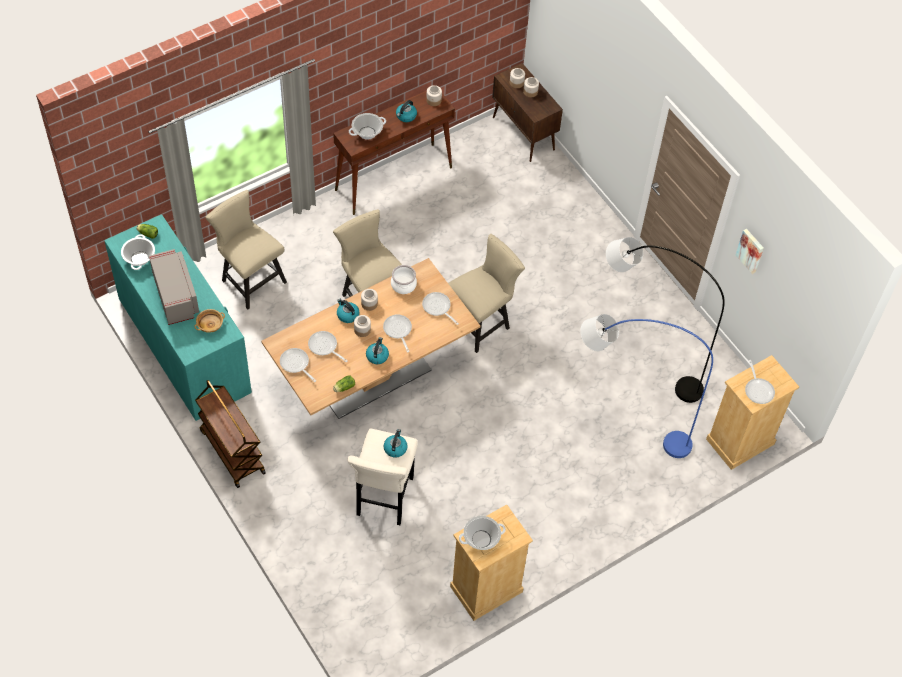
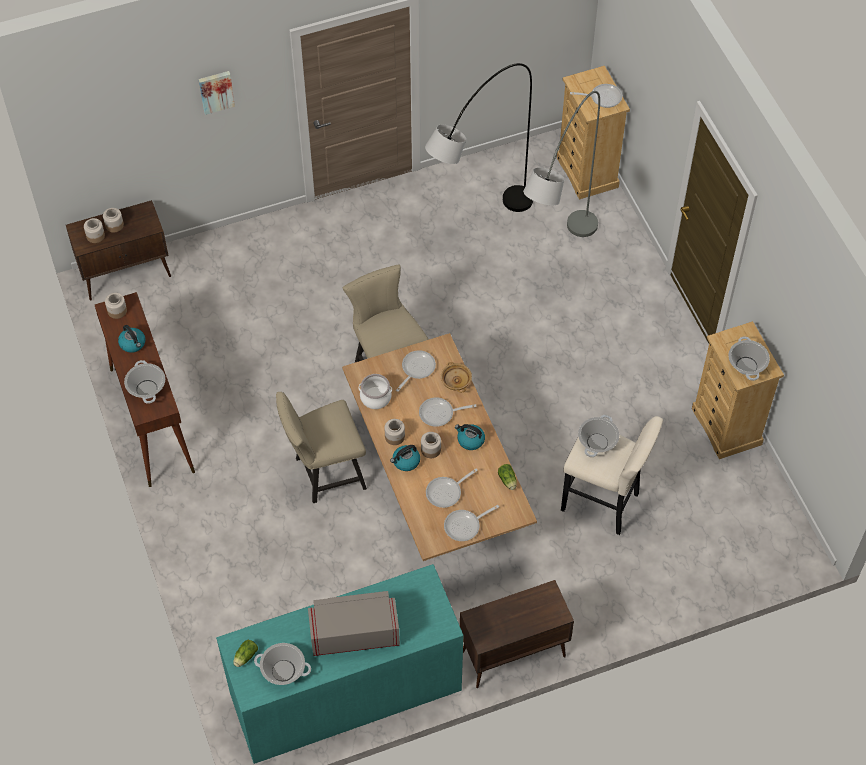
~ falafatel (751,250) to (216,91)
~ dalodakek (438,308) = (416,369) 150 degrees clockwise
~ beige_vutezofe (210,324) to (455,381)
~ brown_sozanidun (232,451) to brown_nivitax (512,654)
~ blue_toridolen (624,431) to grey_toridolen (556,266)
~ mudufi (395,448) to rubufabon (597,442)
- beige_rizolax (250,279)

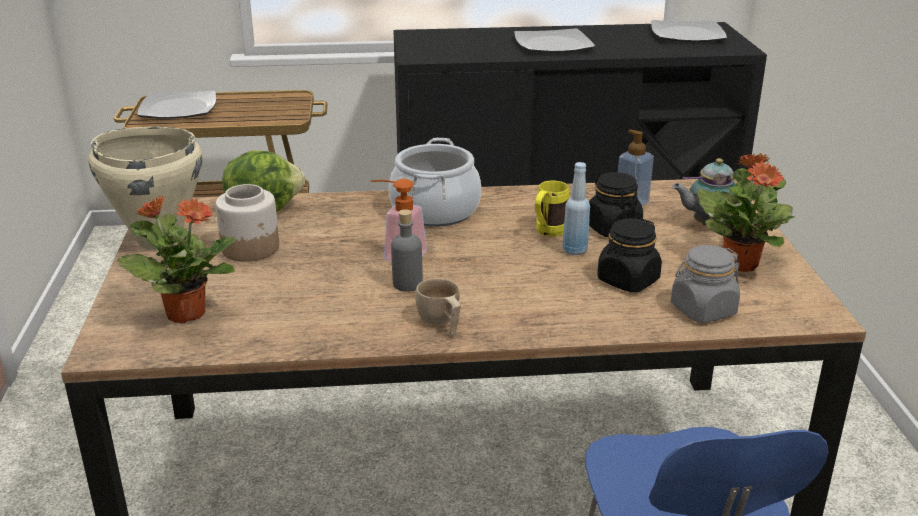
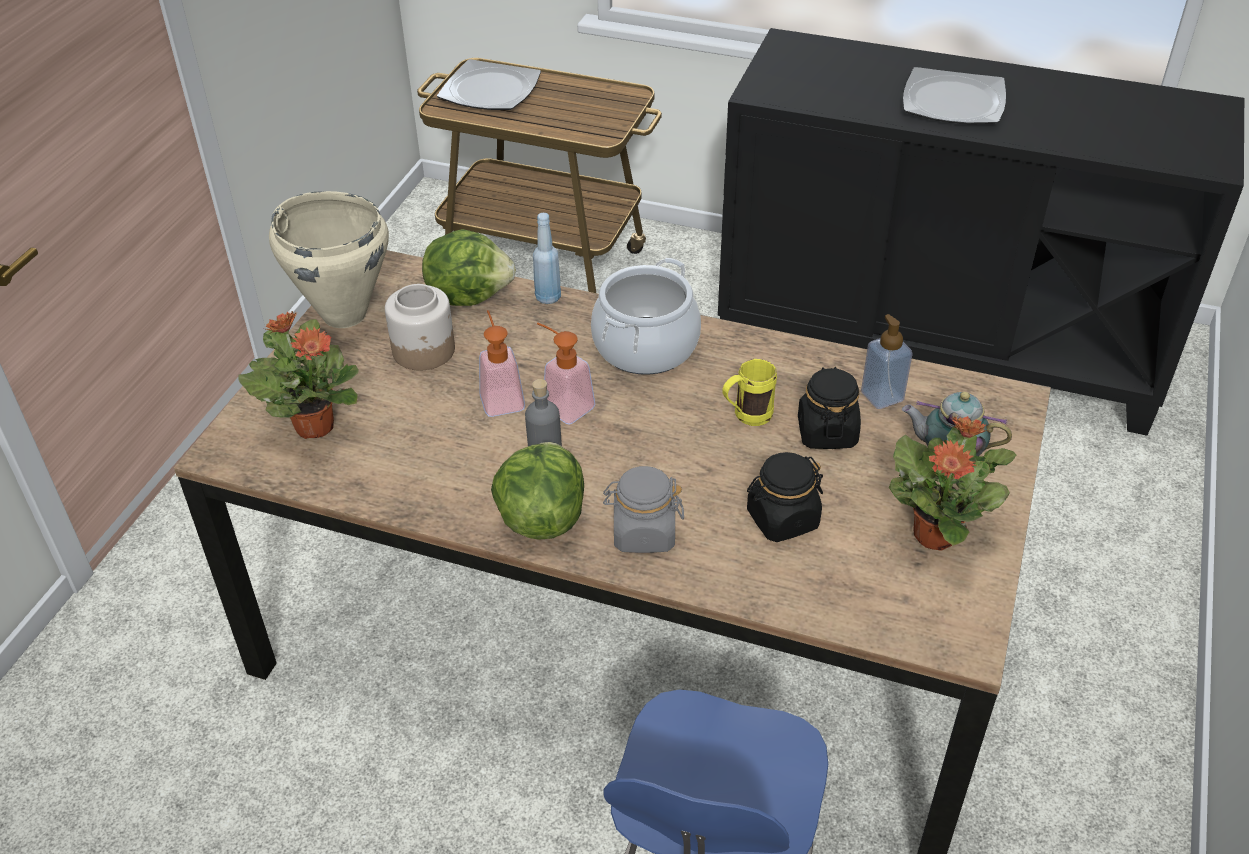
+ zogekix (500,397)
~ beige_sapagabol (440,323) to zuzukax (541,518)
~ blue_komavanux (574,250) to (548,297)
~ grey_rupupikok (702,310) to (643,533)
- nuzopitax (687,35)

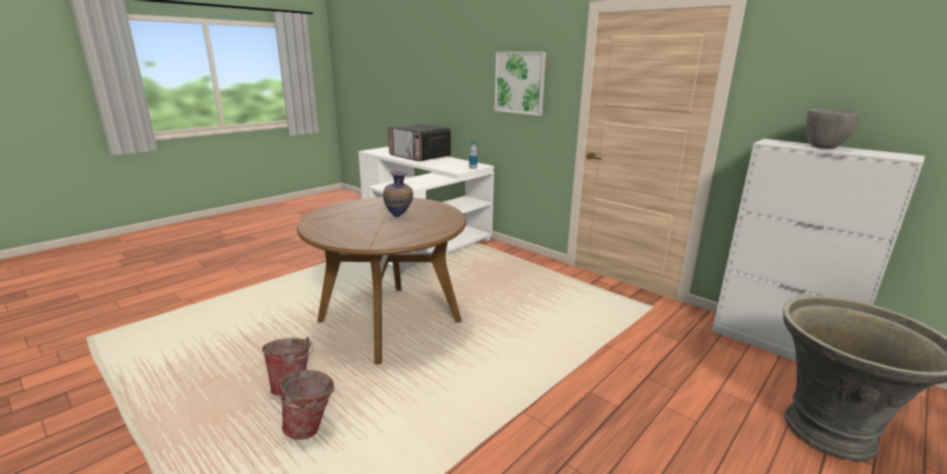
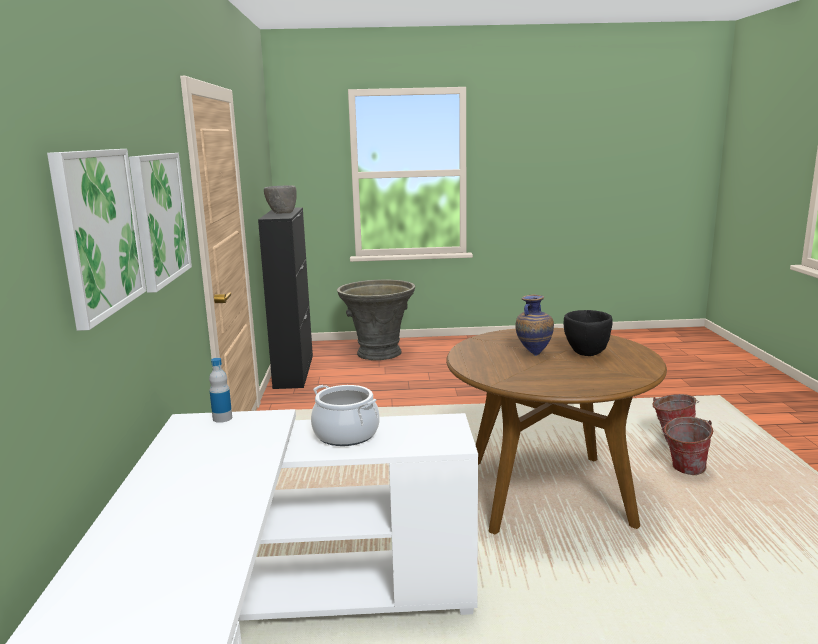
+ falafatel (98,232)
~ white_nivitax (779,346) to black_nivitax (294,371)
+ rubufabon (346,434)
+ black_vutezofe (586,354)
- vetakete (420,157)

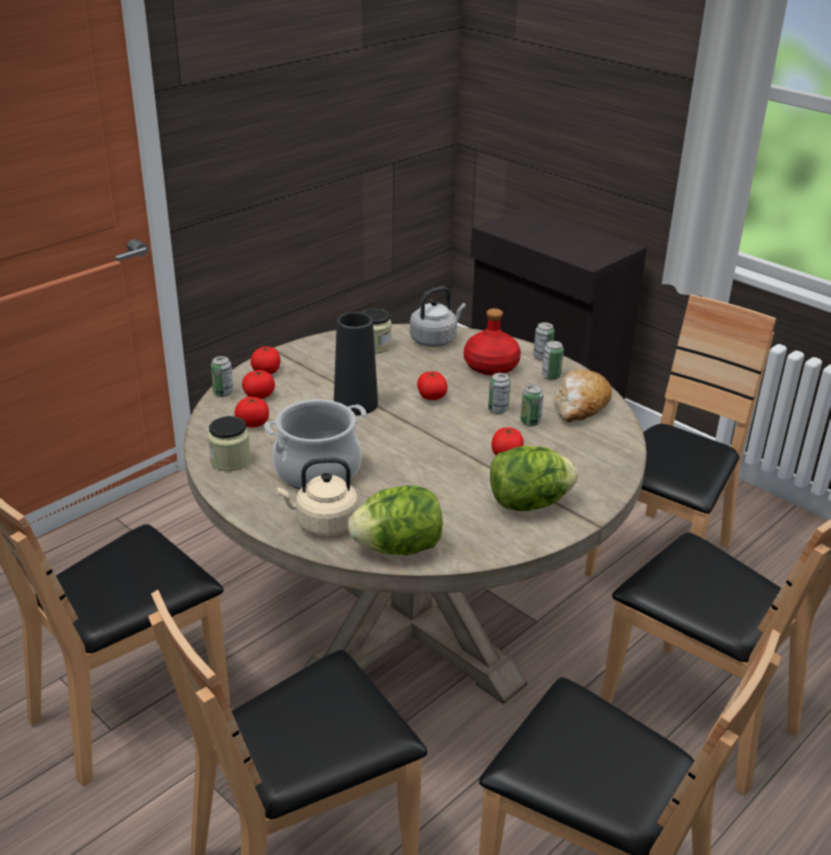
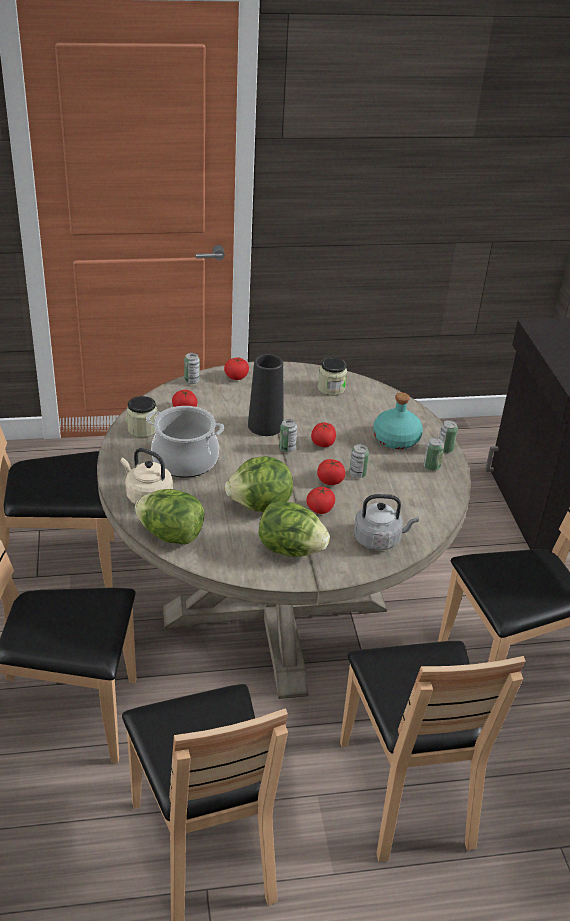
+ zuzukax (260,506)
~ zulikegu (530,422) to (287,448)
~ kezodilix (259,395) to (330,481)
~ grey_mudufi (435,340) to (379,539)
~ red_komavanux (490,366) to turquoise_komavanux (395,439)
- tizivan (580,406)

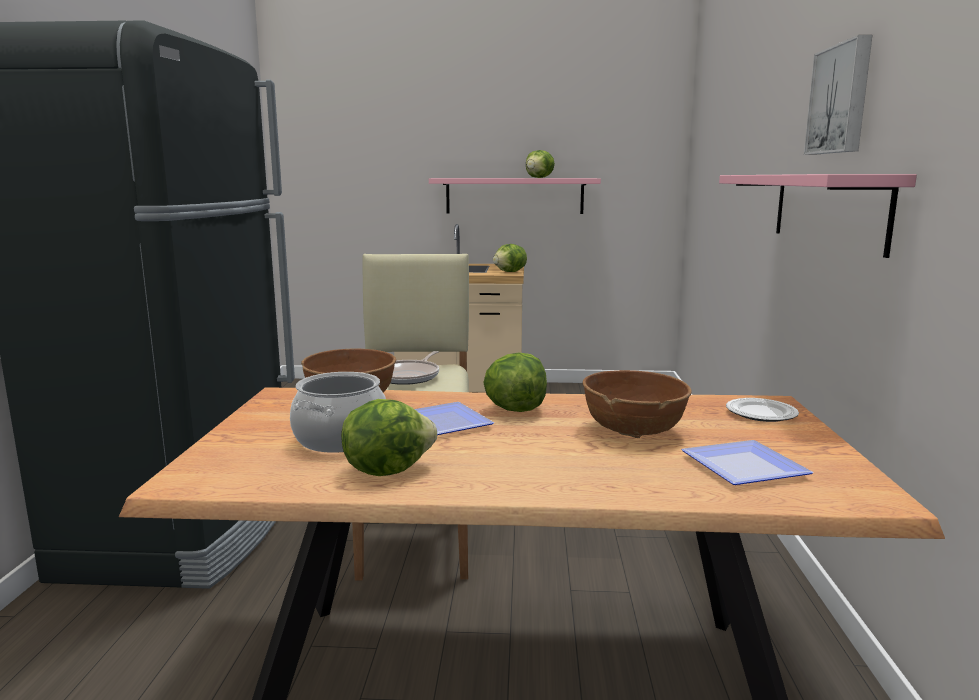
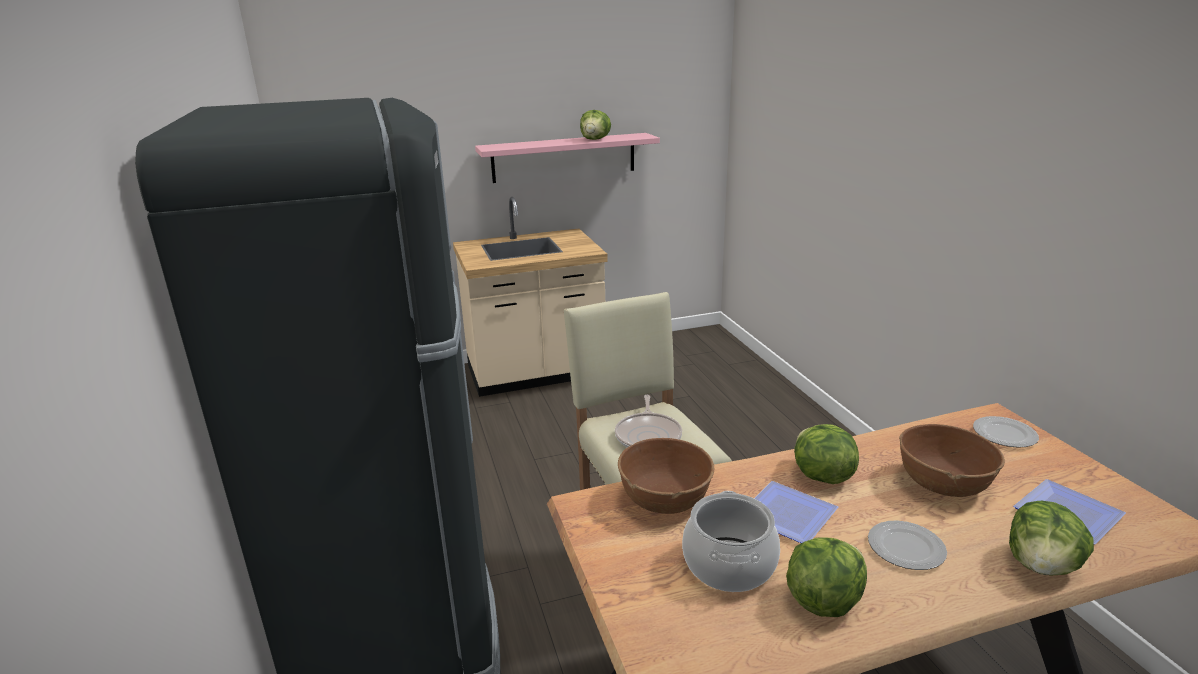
+ nuzopitax (906,548)
~ zuzukax (510,272) to (1042,566)
- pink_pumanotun (827,209)
- falafatel (841,99)

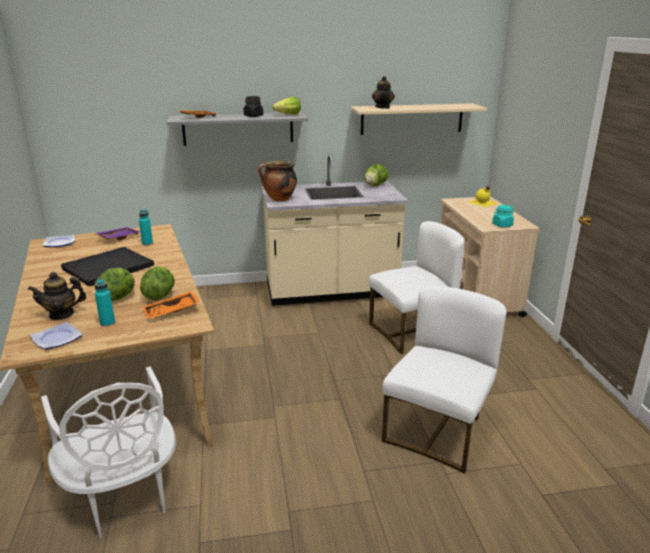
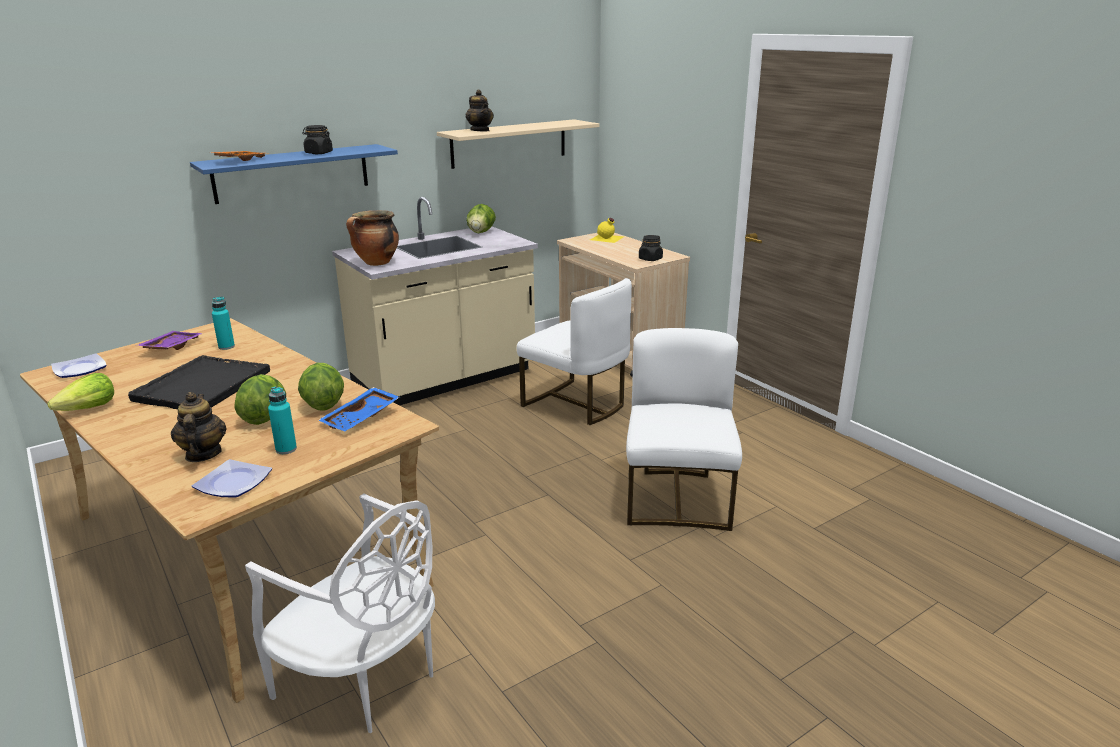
~ zuzukax (288,115) to (89,409)
~ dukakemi (61,314) = (203,454) 120 degrees clockwise
~ grey_pumanotun (238,129) to blue_pumanotun (292,173)
~ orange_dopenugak (171,312) to blue_dopenugak (362,418)
~ white_rizolax (412,332) = (576,404) 90 degrees clockwise
~ turquoise_rupupikok (502,225) to black_rupupikok (650,259)

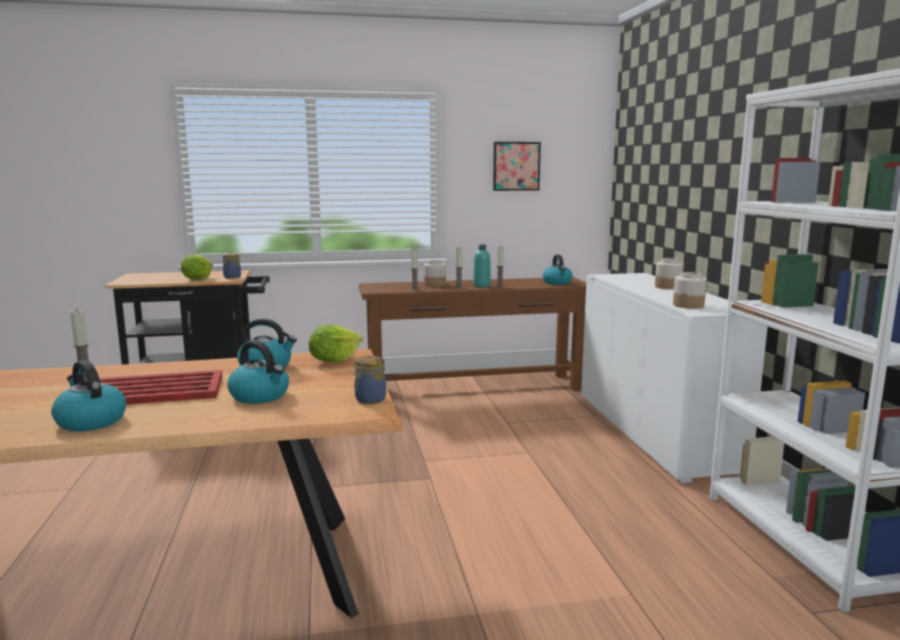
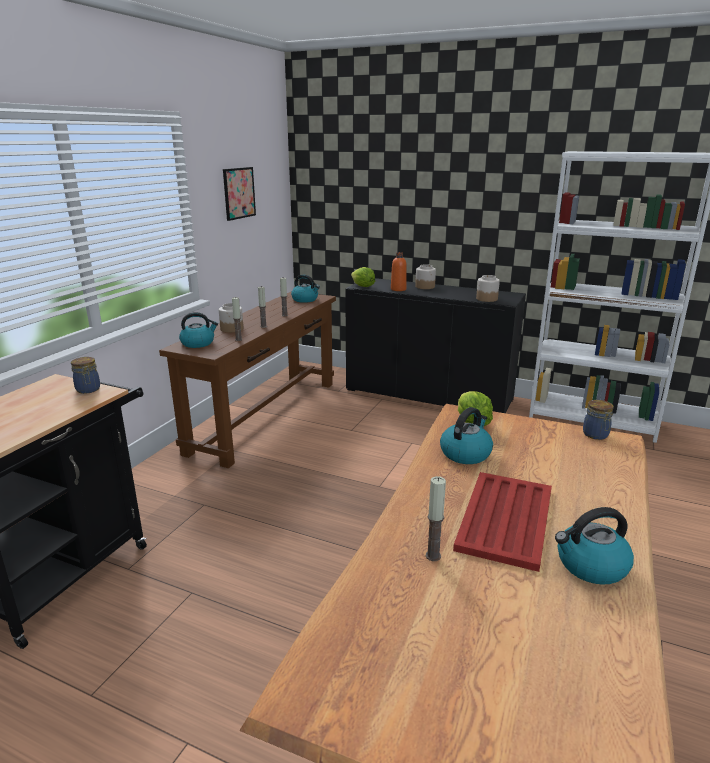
~ mudufi (260,396) to (198,343)
~ white_nivitax (653,432) to black_nivitax (428,394)
~ zuzukax (197,279) to (363,286)
+ orange_komavanux (398,289)
- turquoise_komavanux (481,285)

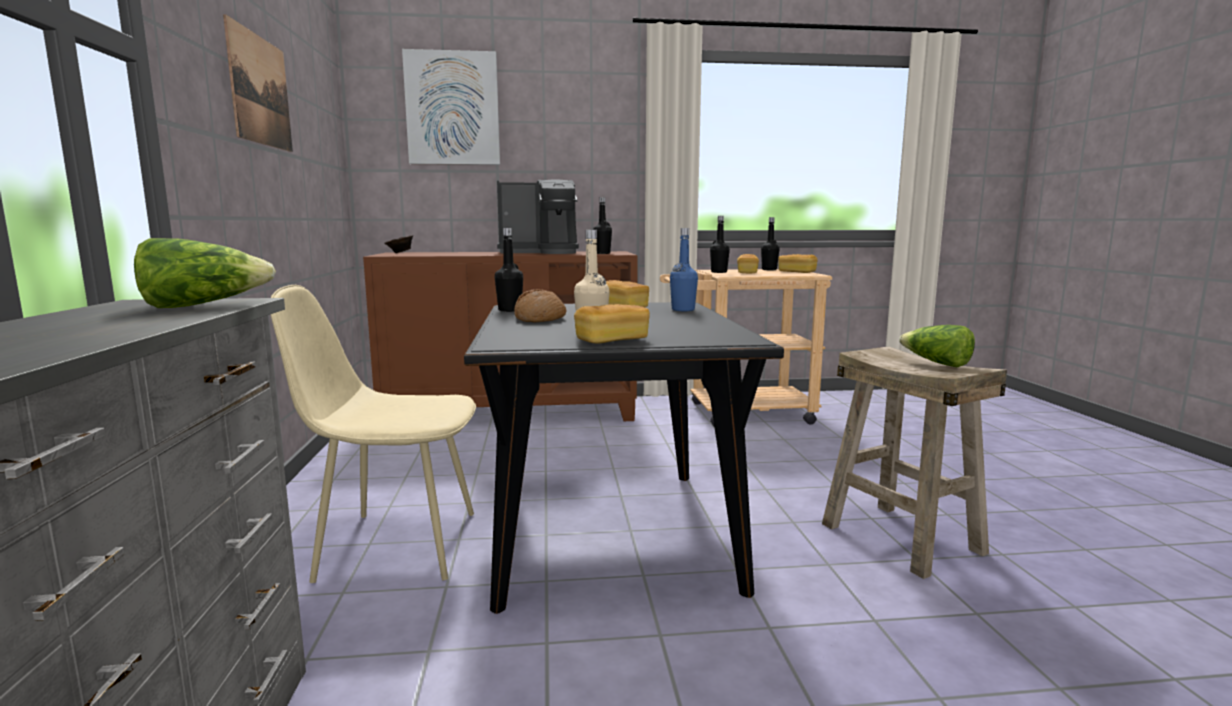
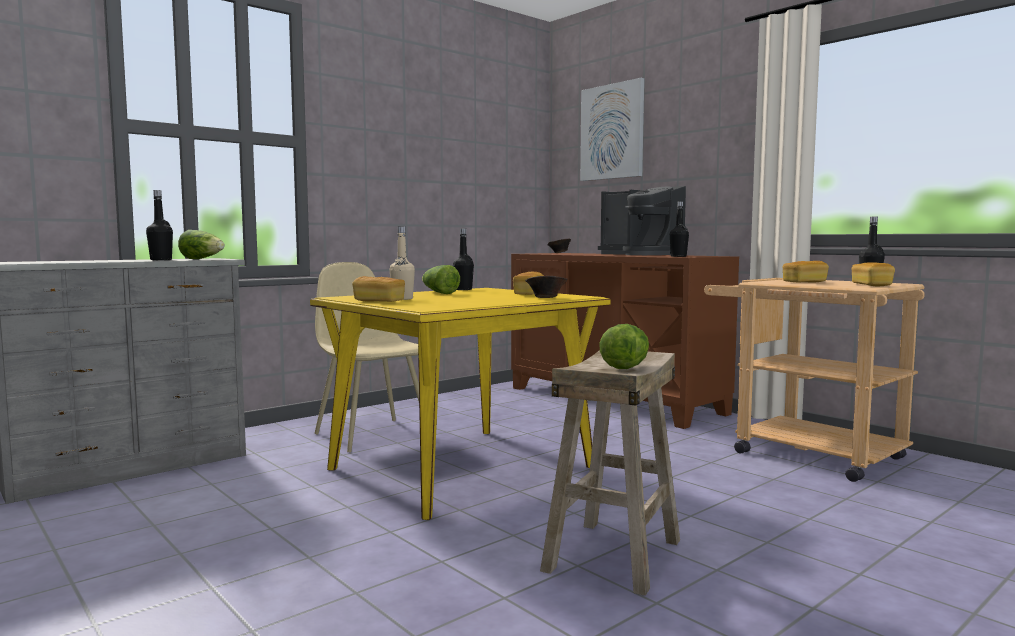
~ black_komavanux (719,272) to (161,260)
~ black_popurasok (609,531) to yellow_popurasok (462,468)
~ tizivan (540,318) to zuzukax (439,293)
~ blue_komavanux (683,310) to brown_vutezofe (545,298)
- falafatel (260,90)

